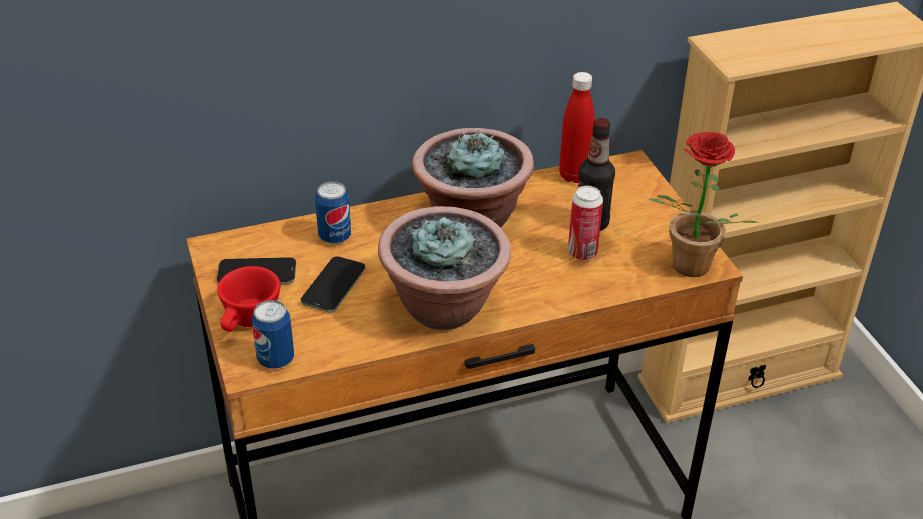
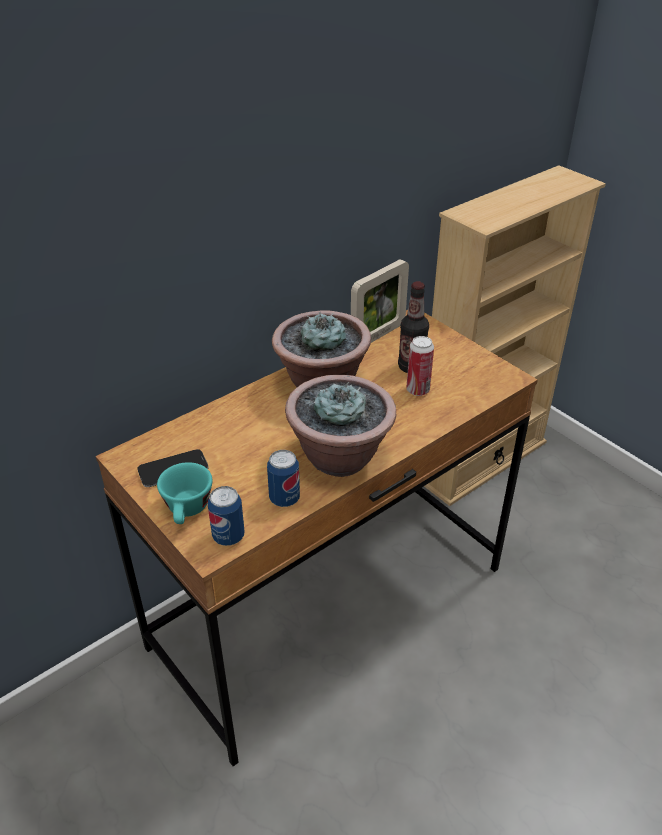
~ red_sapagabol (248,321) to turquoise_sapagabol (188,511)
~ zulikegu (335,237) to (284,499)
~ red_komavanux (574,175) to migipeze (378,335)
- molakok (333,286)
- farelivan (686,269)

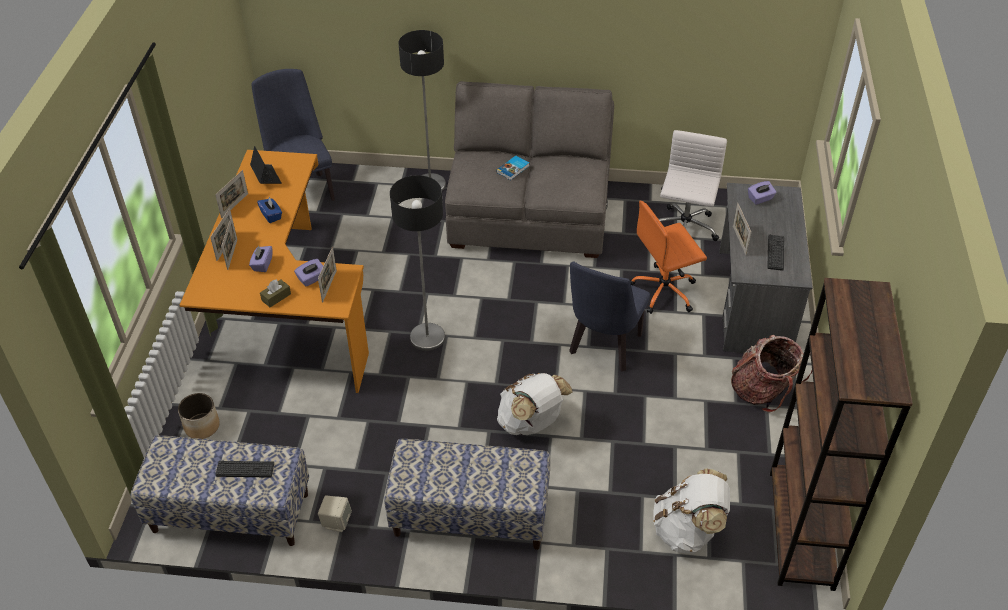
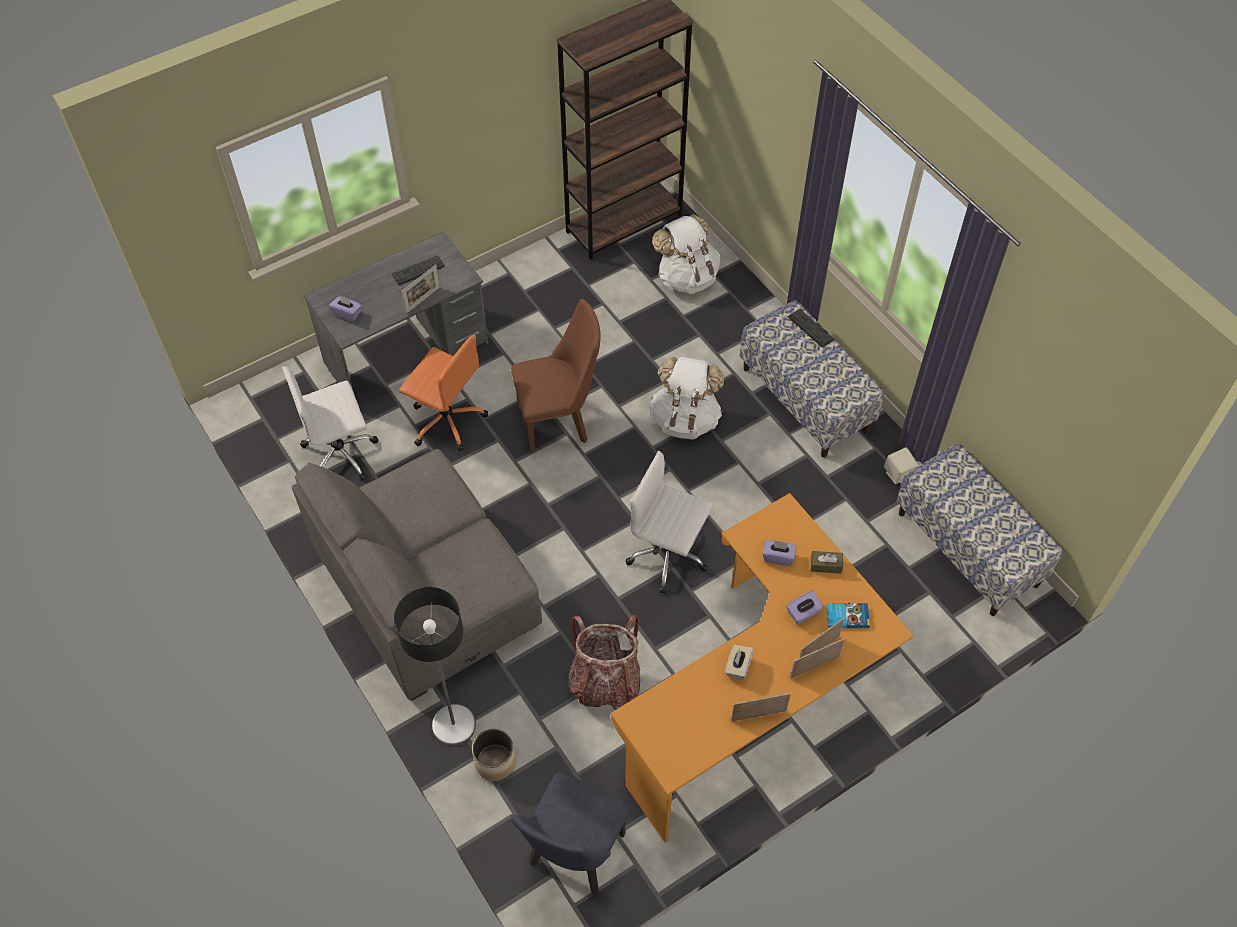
~ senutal (202,426) to (495,762)
~ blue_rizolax (604,348) to brown_rizolax (559,421)
~ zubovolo (764,391) to (605,682)
~ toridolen (427,337) to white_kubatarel (669,556)
~ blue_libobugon (271,215) to beige_libobugon (738,667)
~ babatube (245,469) to (810,328)
~ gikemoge (513,169) to (847,616)
- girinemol (266,177)
- migipeze (329,286)

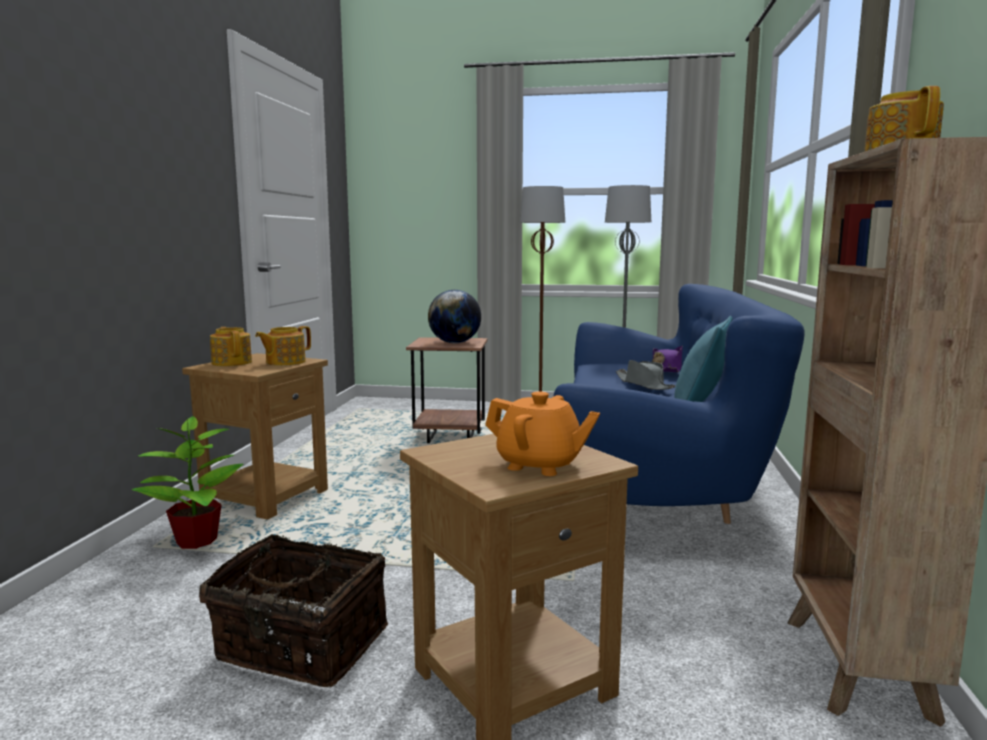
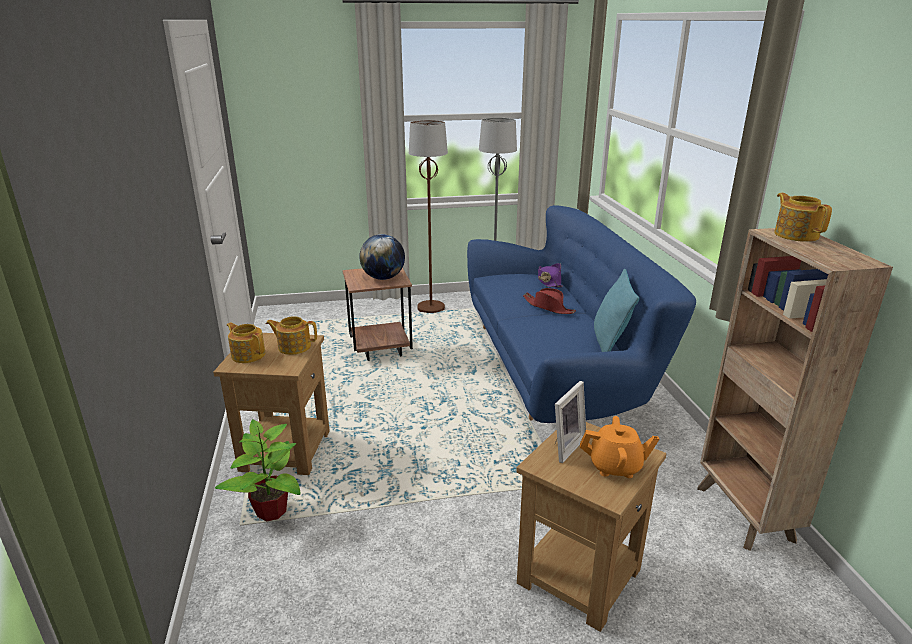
~ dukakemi (284,362) = (294,347) 75 degrees clockwise
~ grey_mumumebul (644,384) to red_mumumebul (548,307)
+ migipeze (564,446)
- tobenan (300,647)

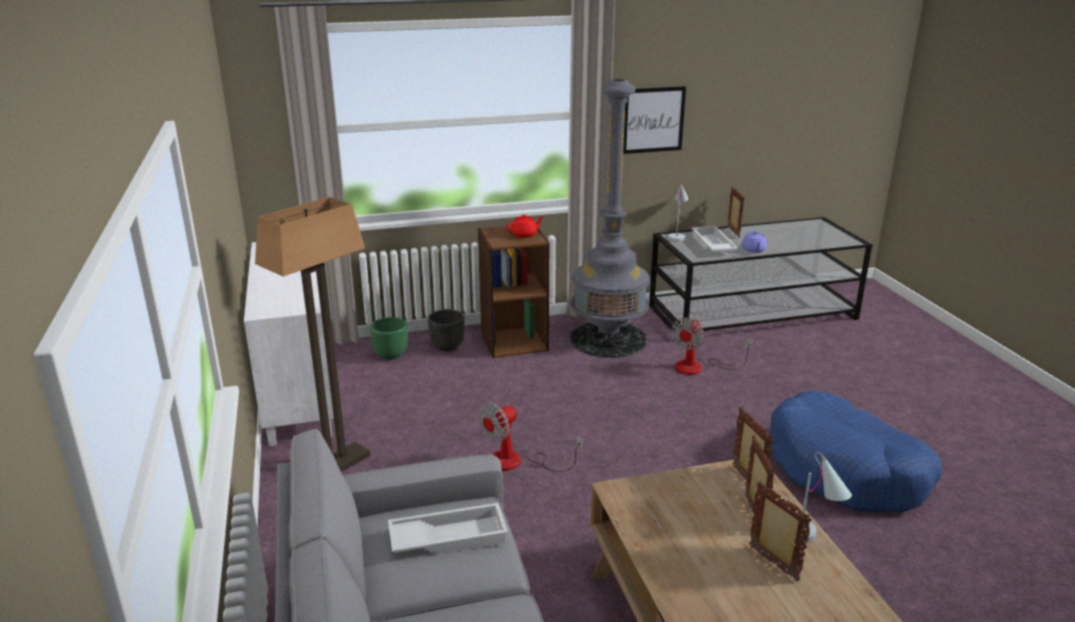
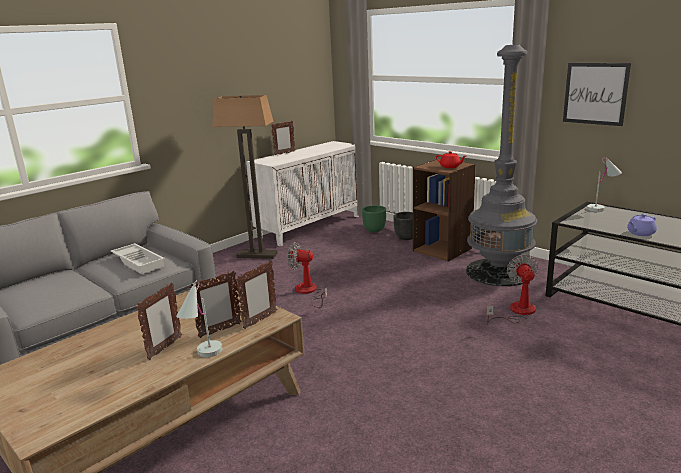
~ migipeze (733,232) to (284,153)
~ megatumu (698,367) = (516,312) 90 degrees clockwise
- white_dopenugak (712,245)
- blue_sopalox (846,470)

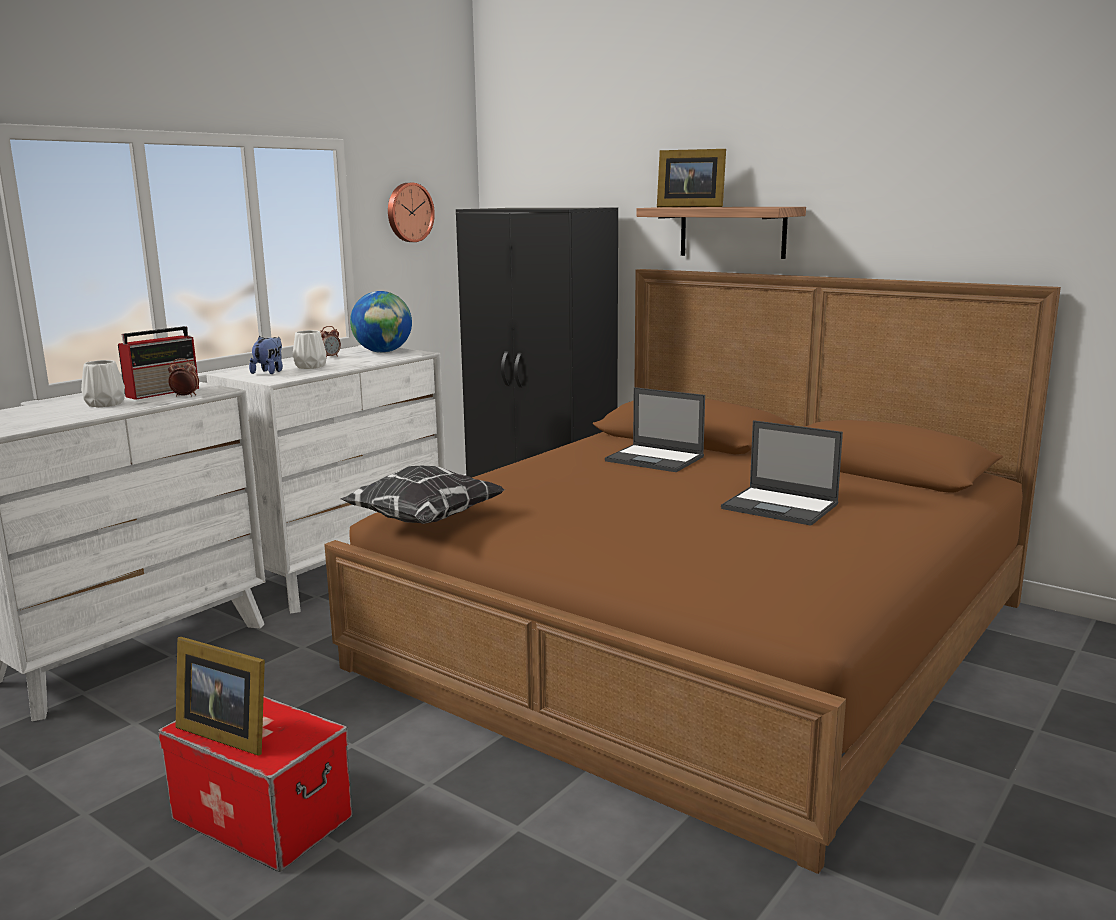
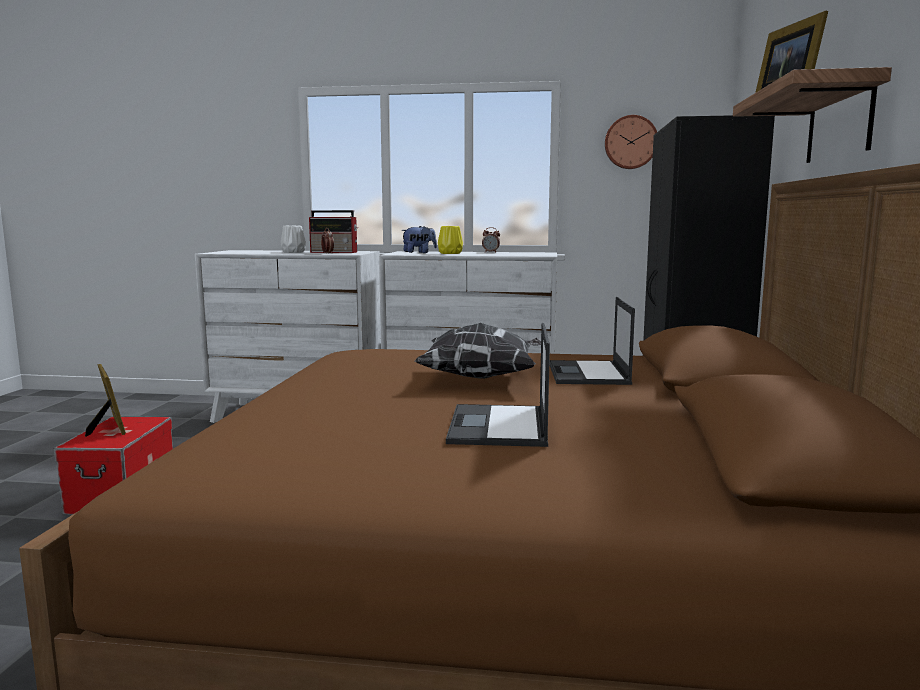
~ migipeze (226,732) = (109,427) 150 degrees clockwise
~ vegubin (424,520) to (482,378)
~ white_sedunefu (311,366) to yellow_sedunefu (451,253)
- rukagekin (383,352)

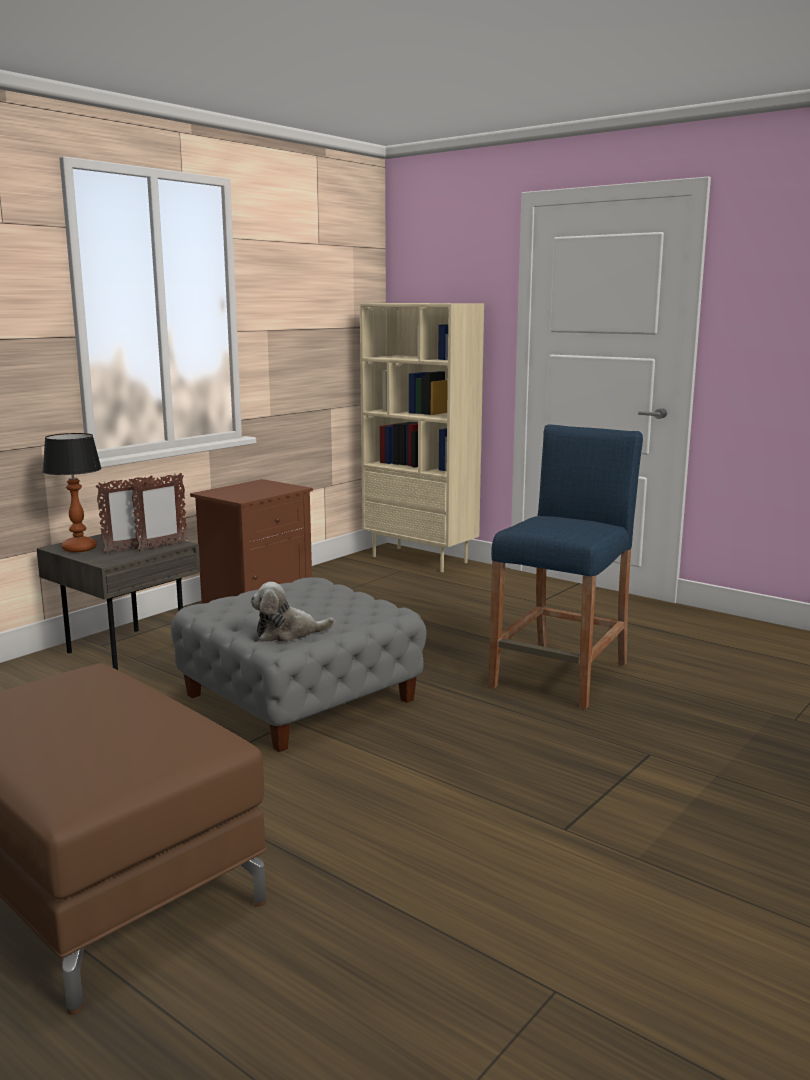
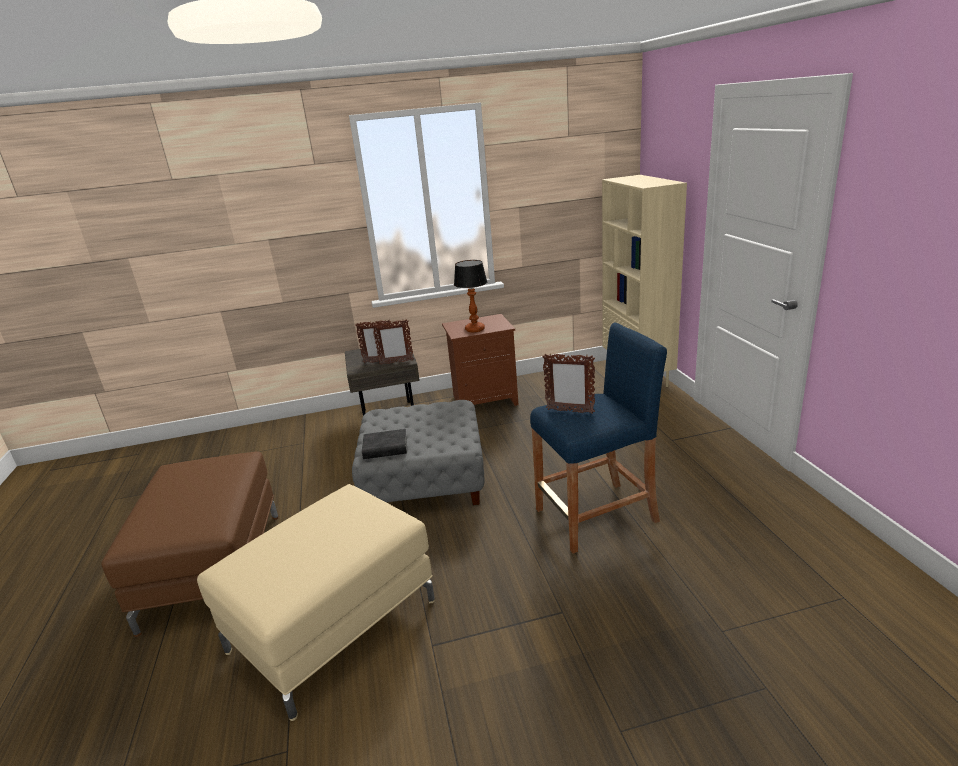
+ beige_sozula (333,624)
~ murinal (288,633) to black_gikemoge (385,448)
~ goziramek (78,549) to (474,329)
+ migipeze (569,411)

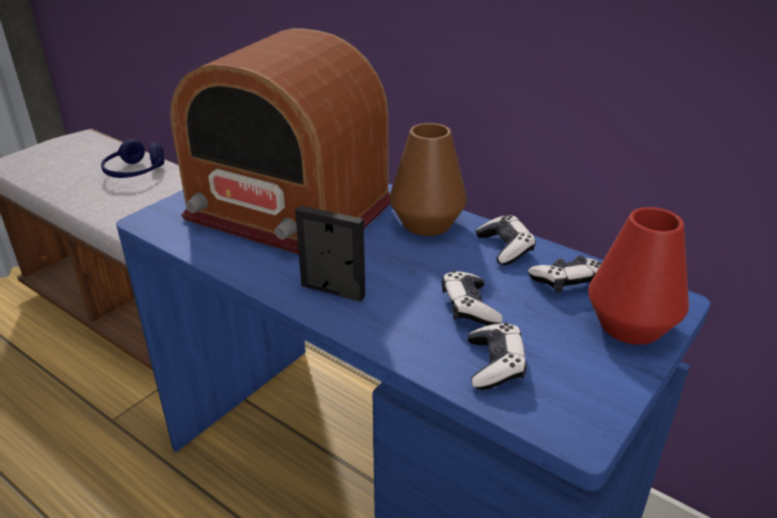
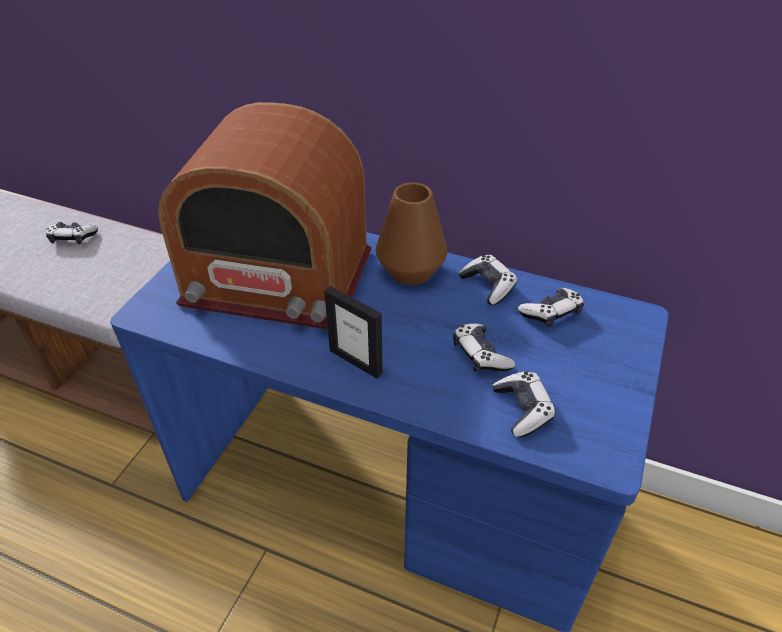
~ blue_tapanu (135,172) to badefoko (72,238)
~ migipeze (332,291) = (356,361) 150 degrees counterclockwise
- red_sedunefu (630,325)

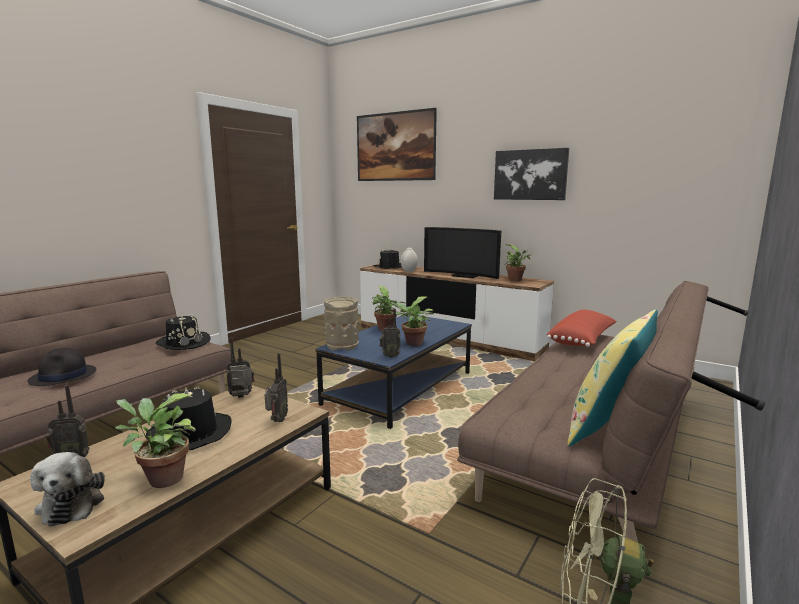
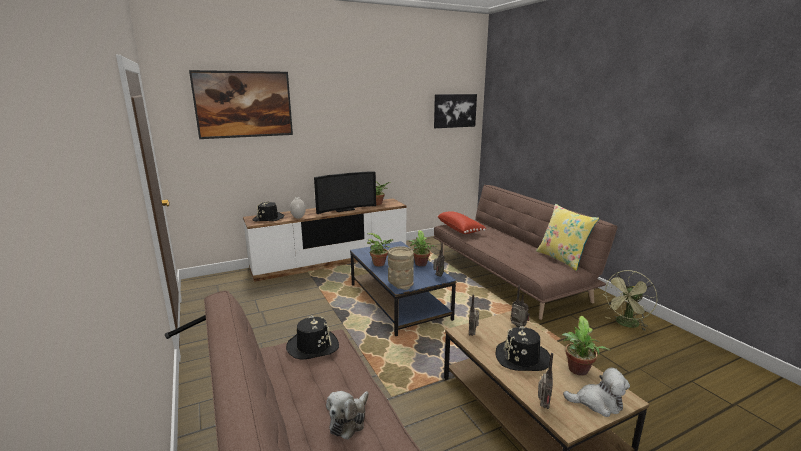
~ black_mumumebul (63,376) to murinal (349,420)
~ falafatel (530,174) to (454,110)

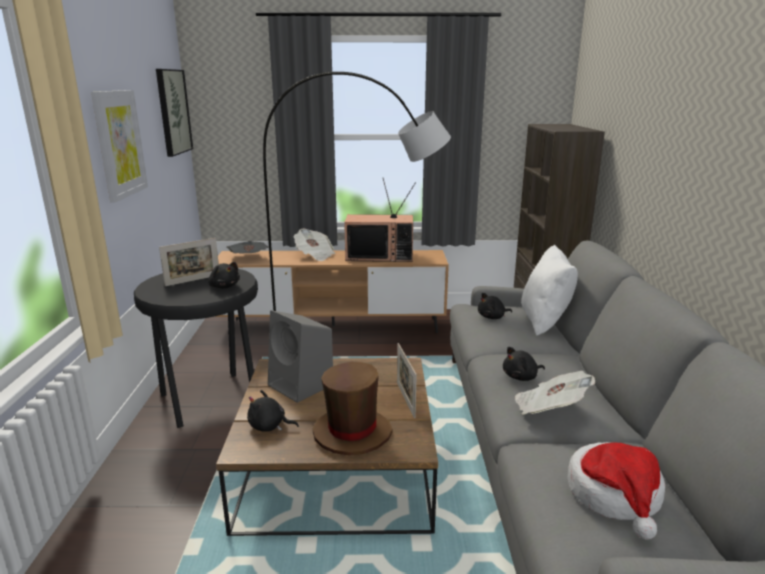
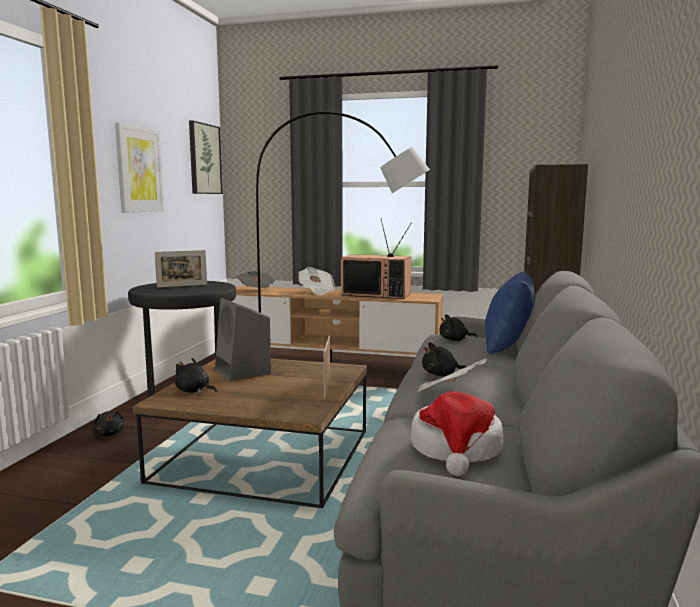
~ black_murinal (224,286) to (109,433)
~ white_vegubin (544,321) to blue_vegubin (508,346)
- brown_mumumebul (352,433)

